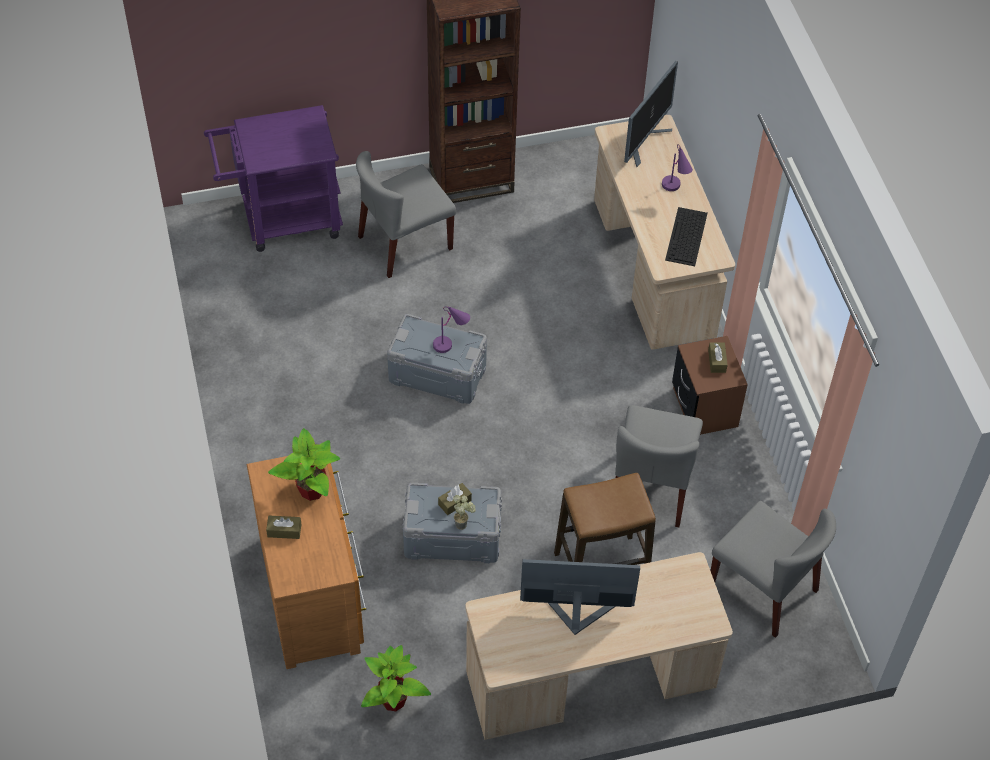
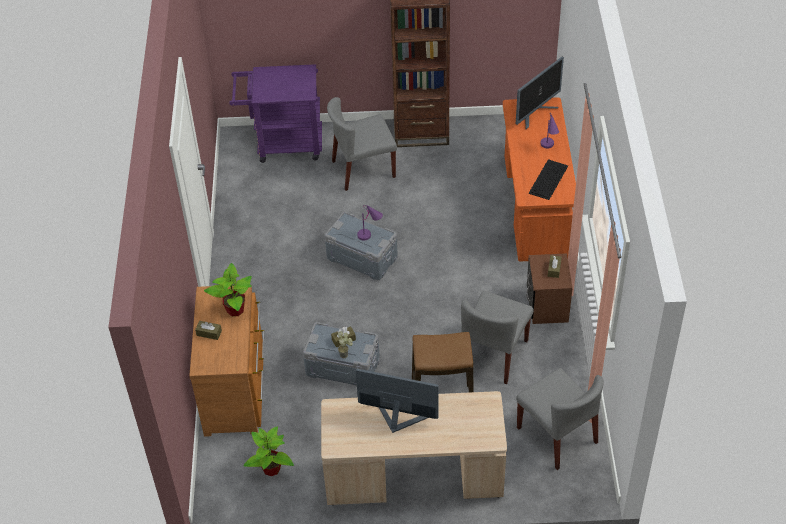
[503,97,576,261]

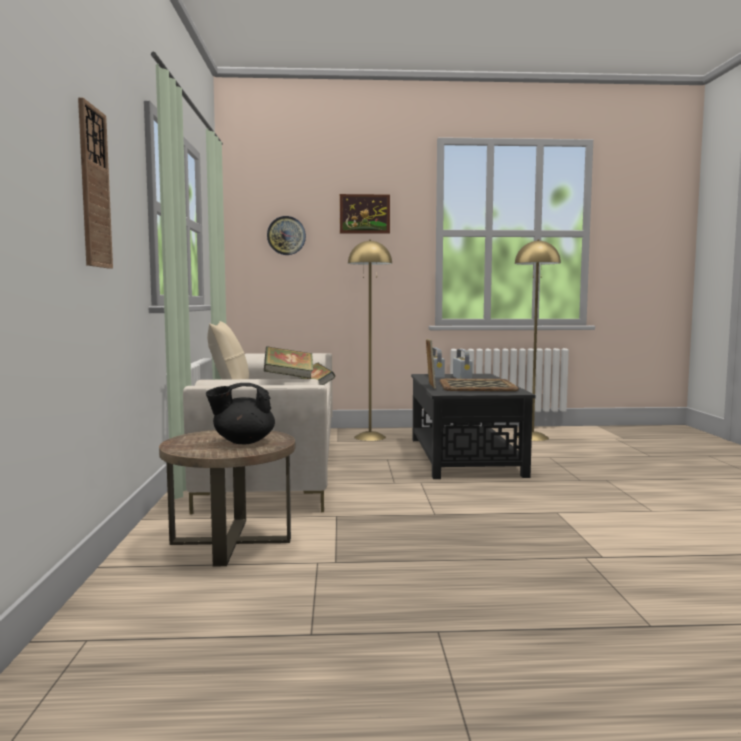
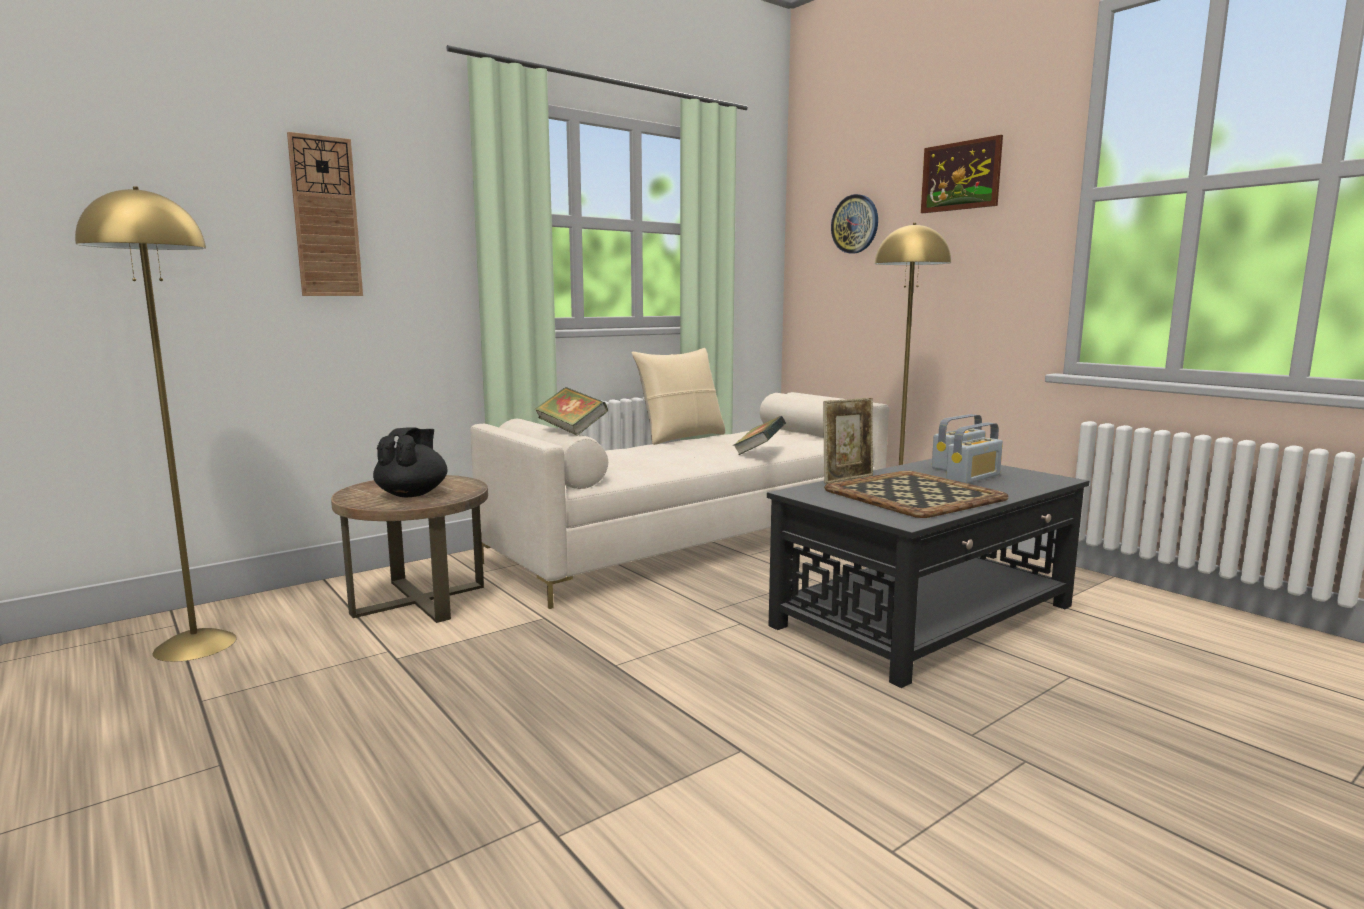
[373,428,447,497]
[75,186,237,662]

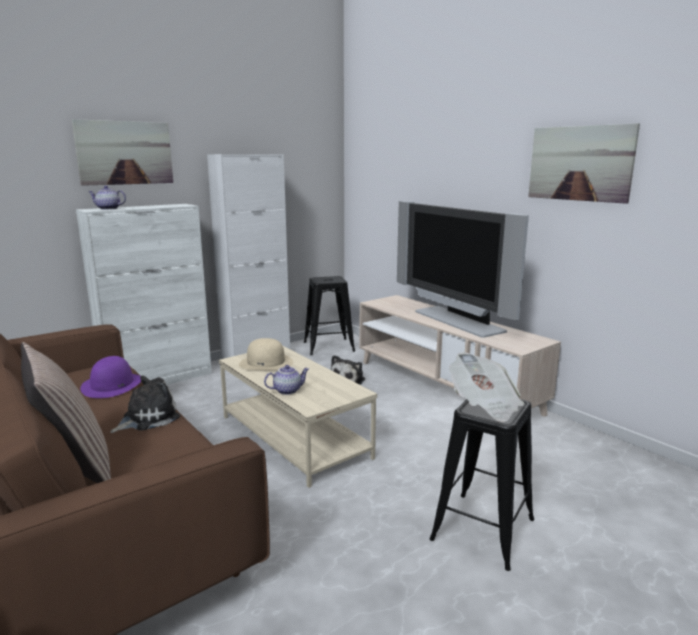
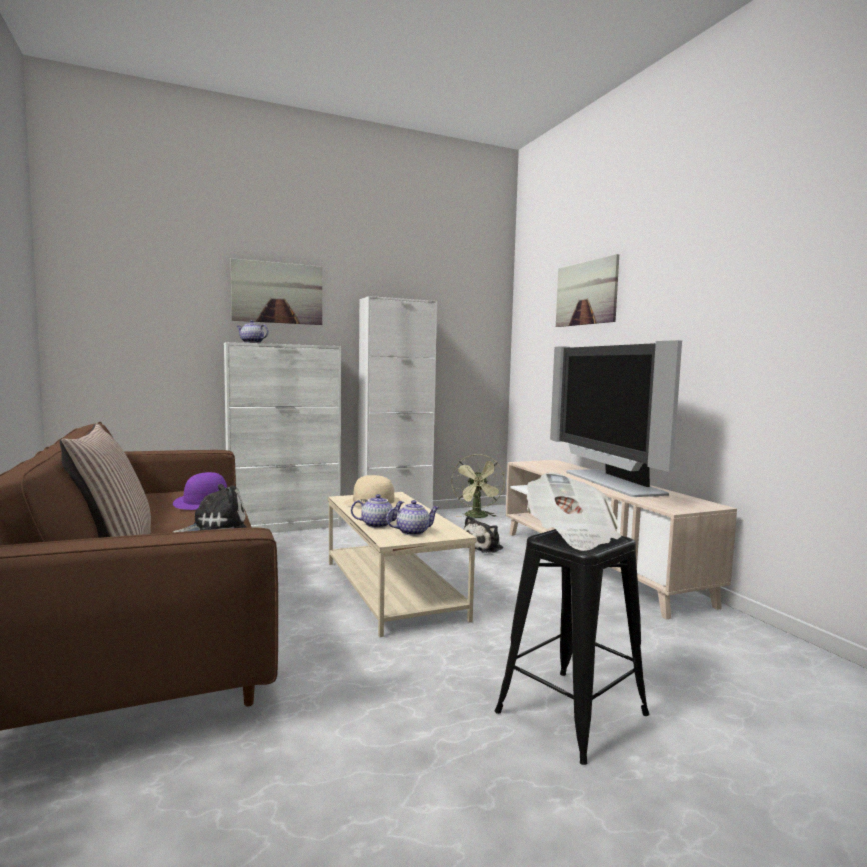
[451,454,505,518]
[556,254,619,327]
[386,500,440,536]

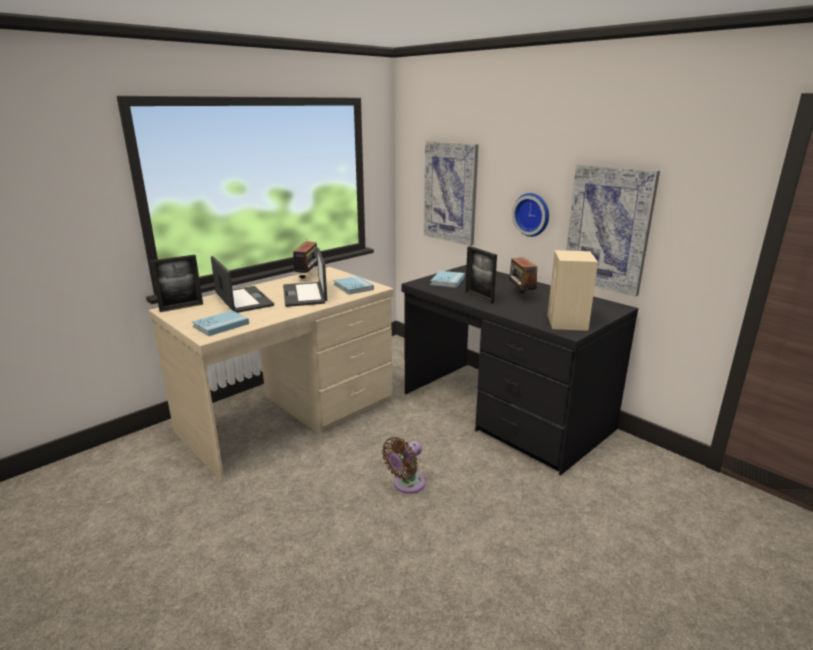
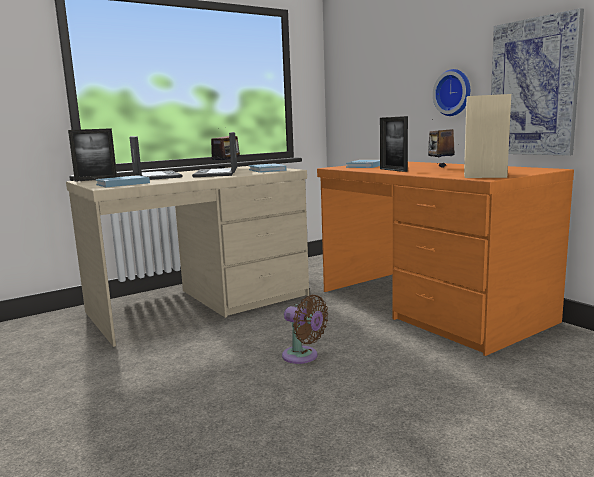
[282,295,328,364]
[317,162,574,356]
[424,141,479,246] (first image)

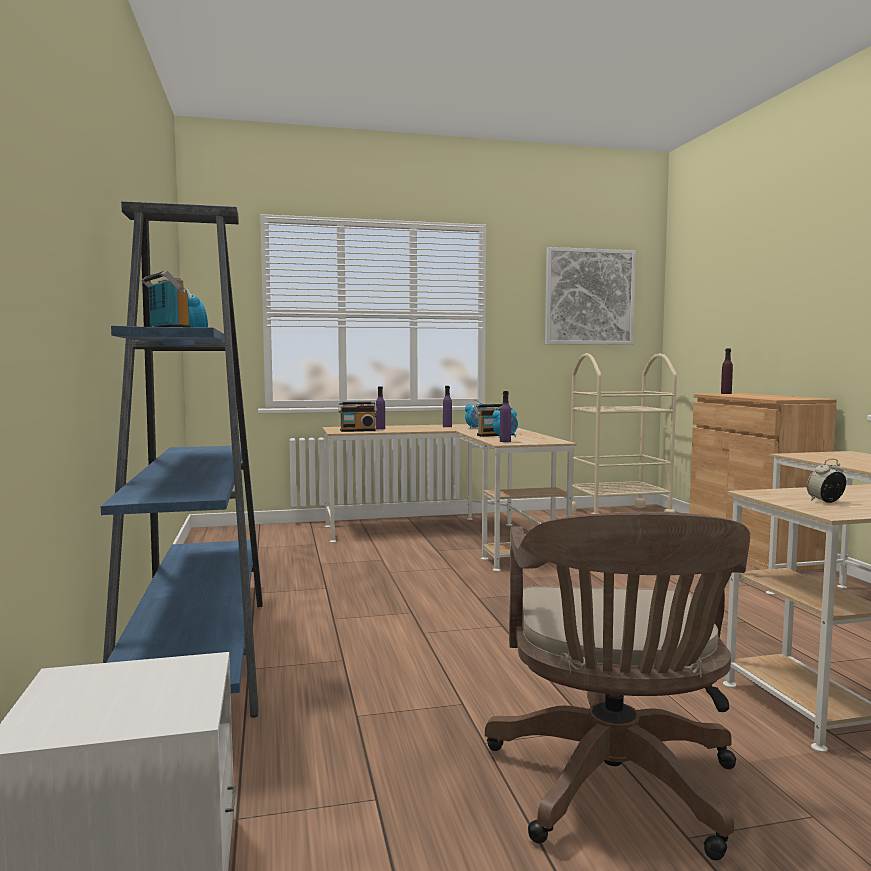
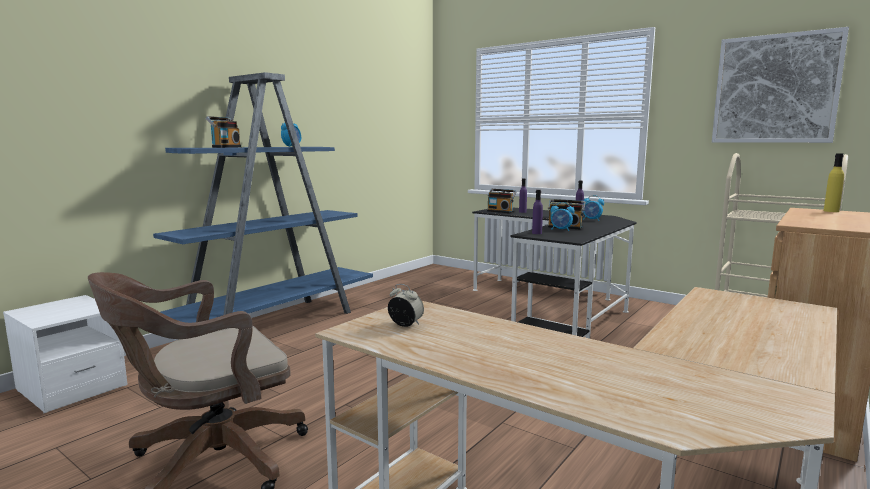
[472,208,637,339]
[824,153,844,212]

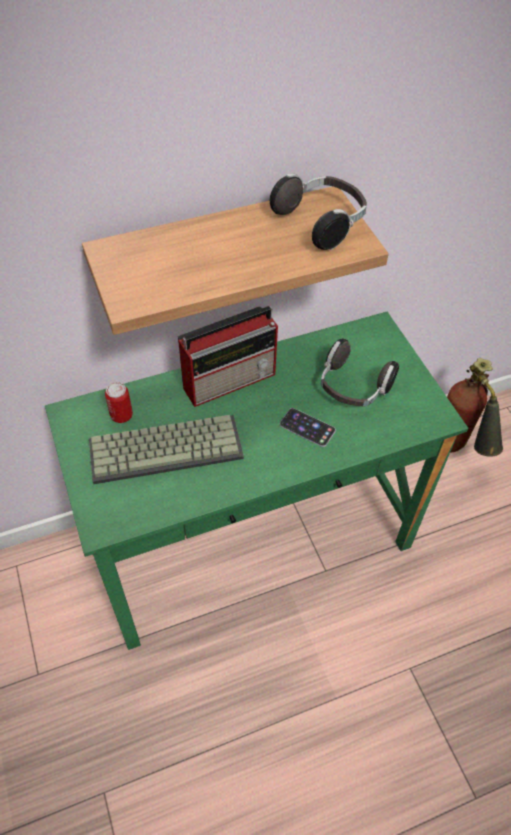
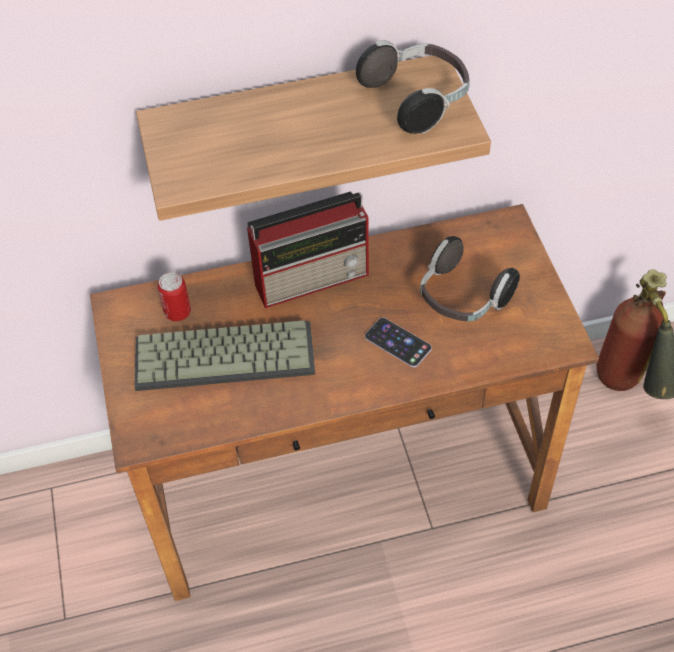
[90,204,599,601]

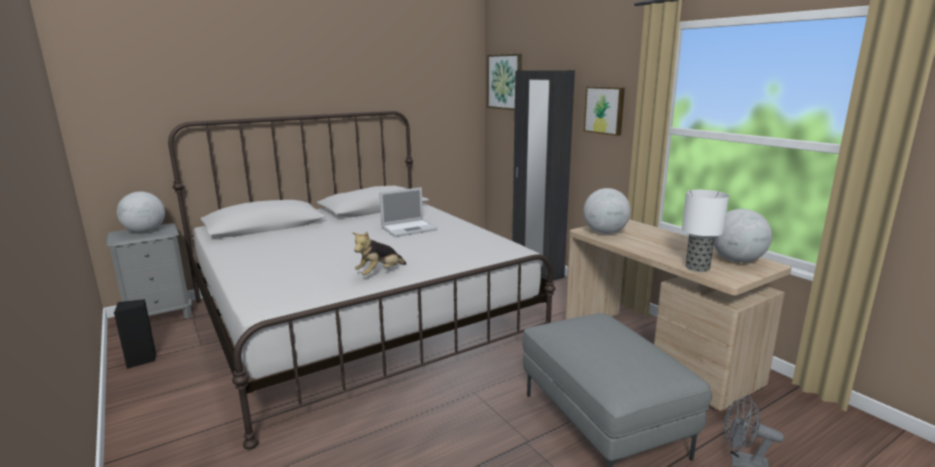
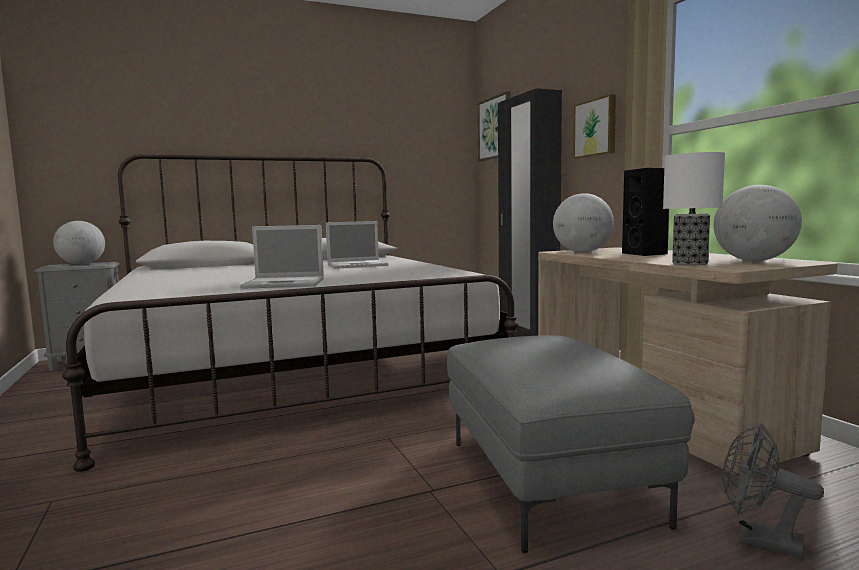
[622,168,669,256]
[240,225,324,289]

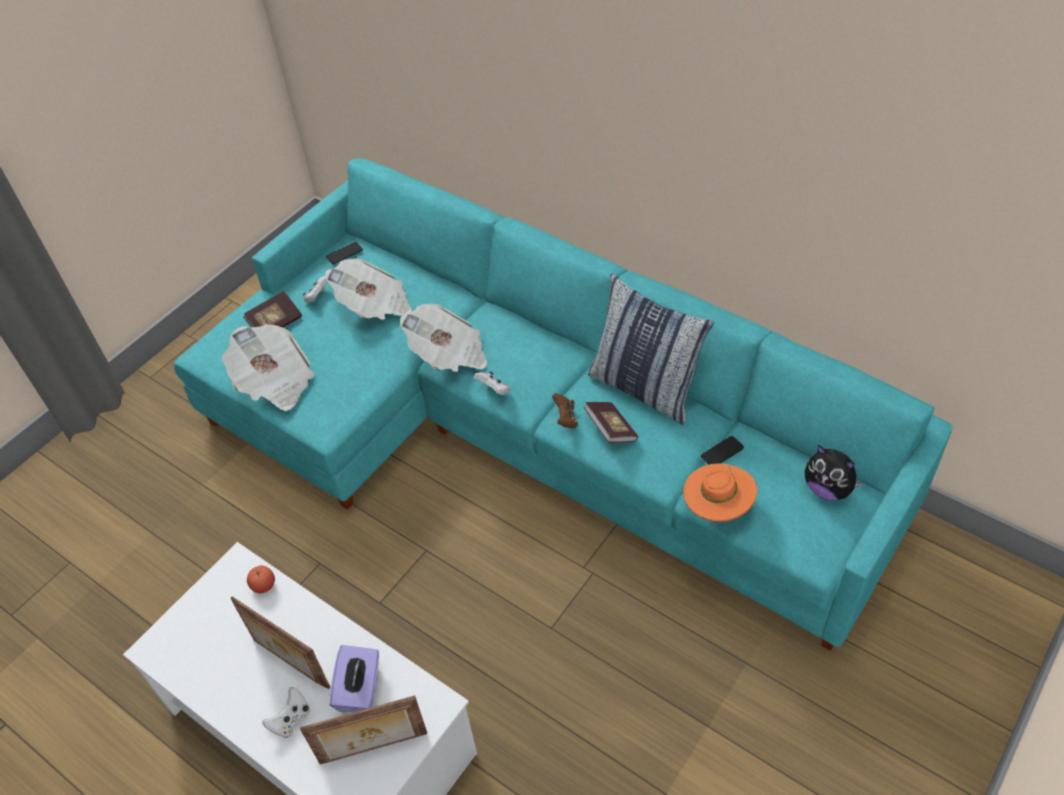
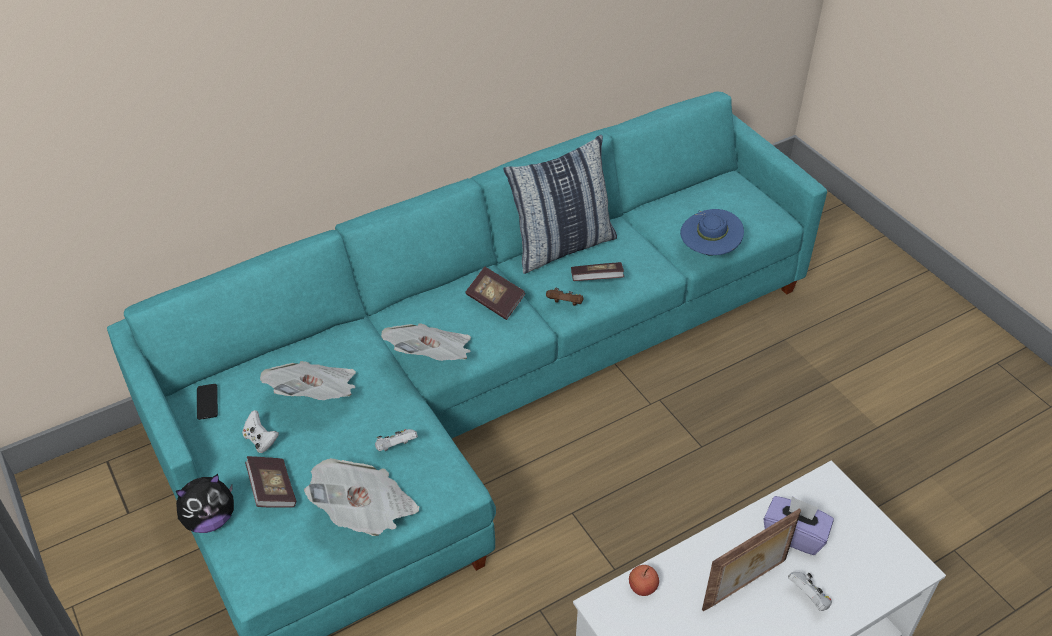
[300,695,427,764] (first image)
[375,429,418,451]
[680,209,744,256]
[701,436,744,464] (first image)
[176,474,234,533]
[465,267,526,320]

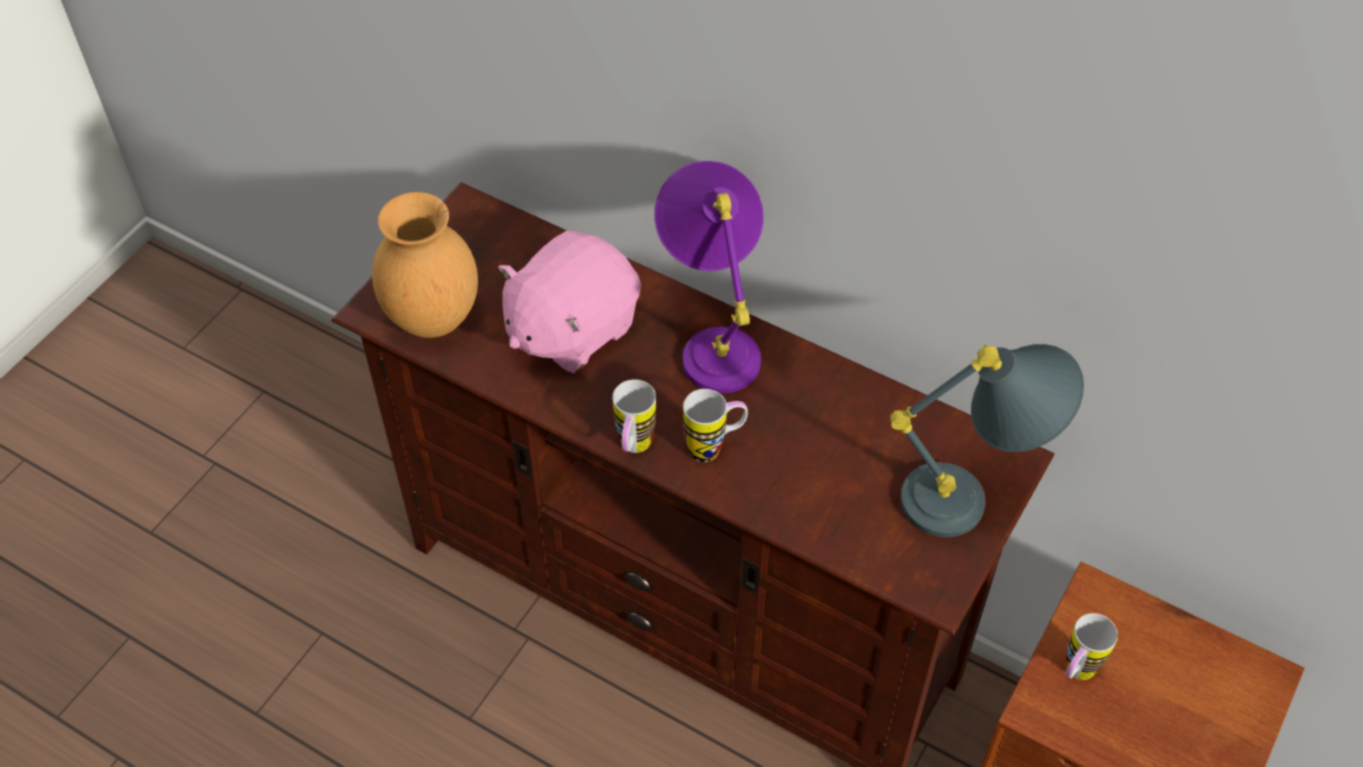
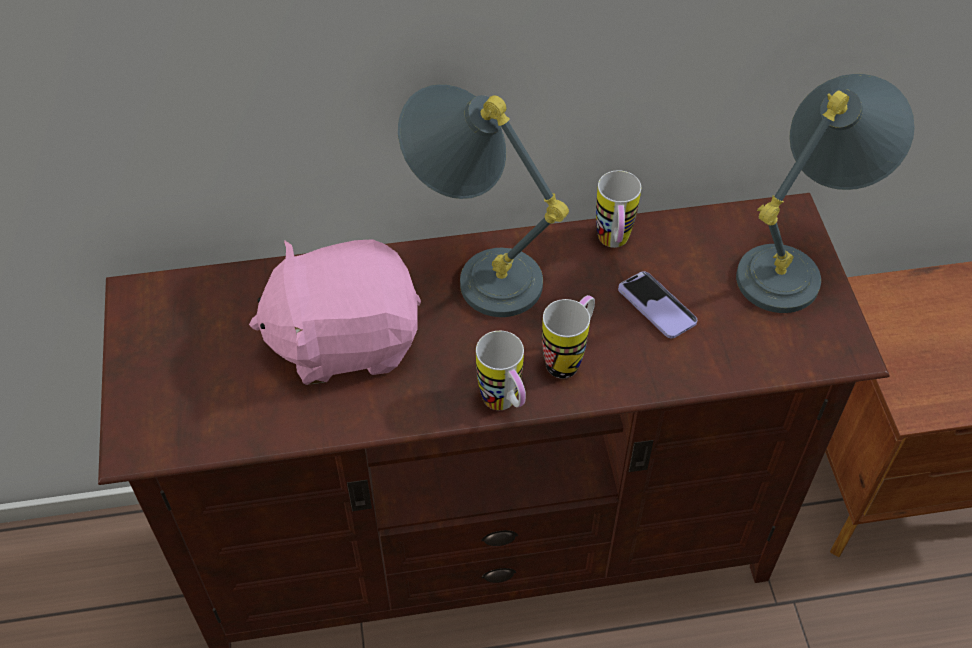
[372,192,478,338] (first image)
[249,239,421,385]
[398,84,569,317]
[596,170,641,248]
[618,271,697,338]

